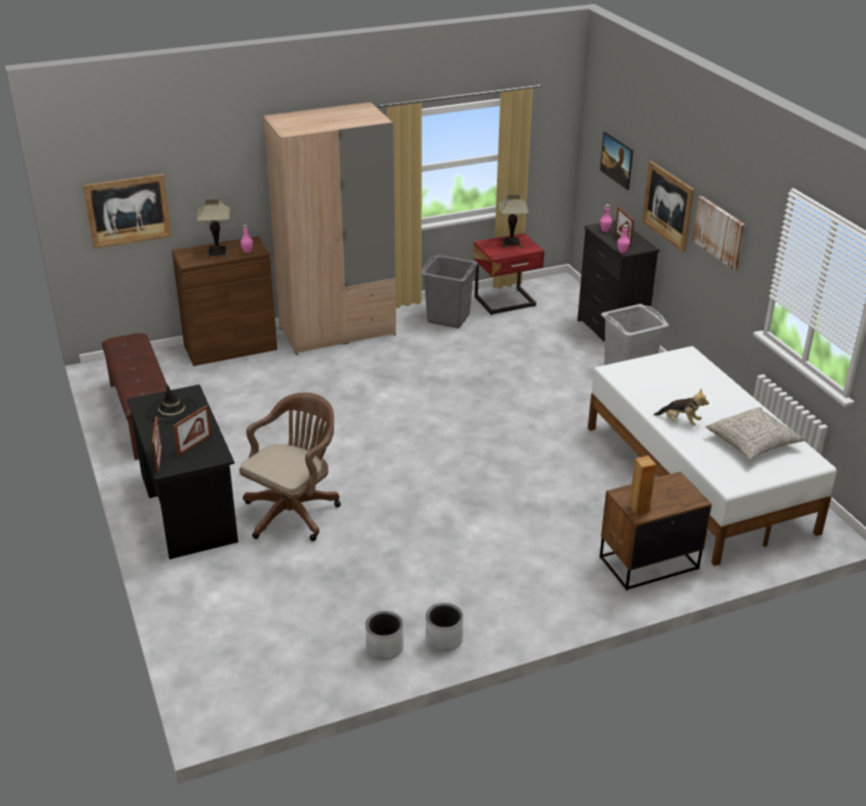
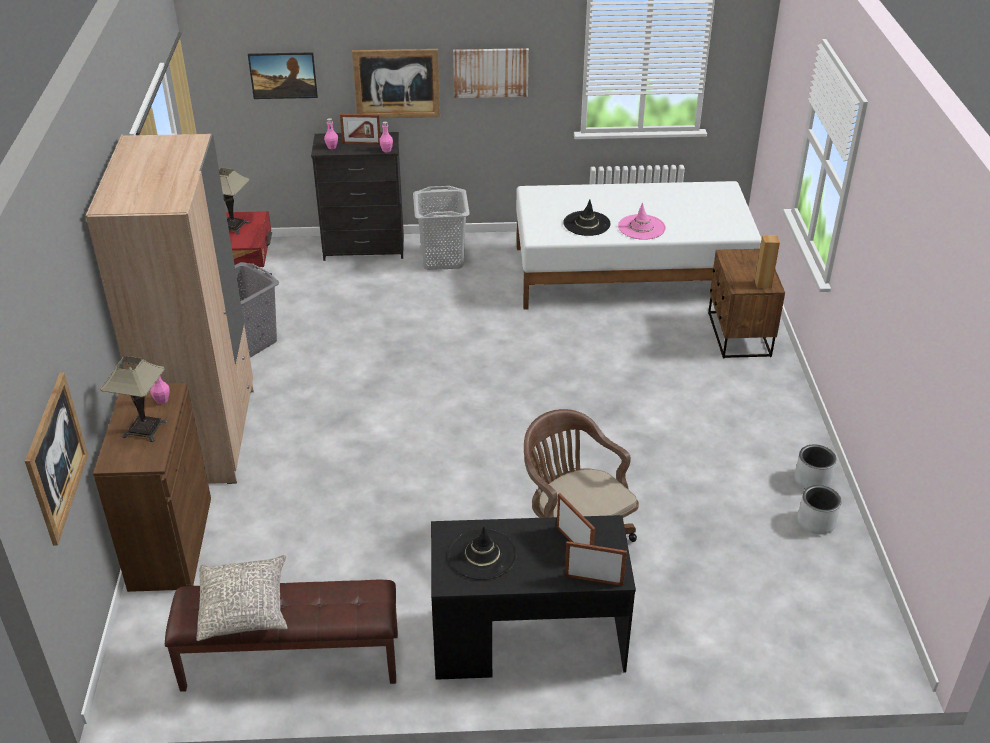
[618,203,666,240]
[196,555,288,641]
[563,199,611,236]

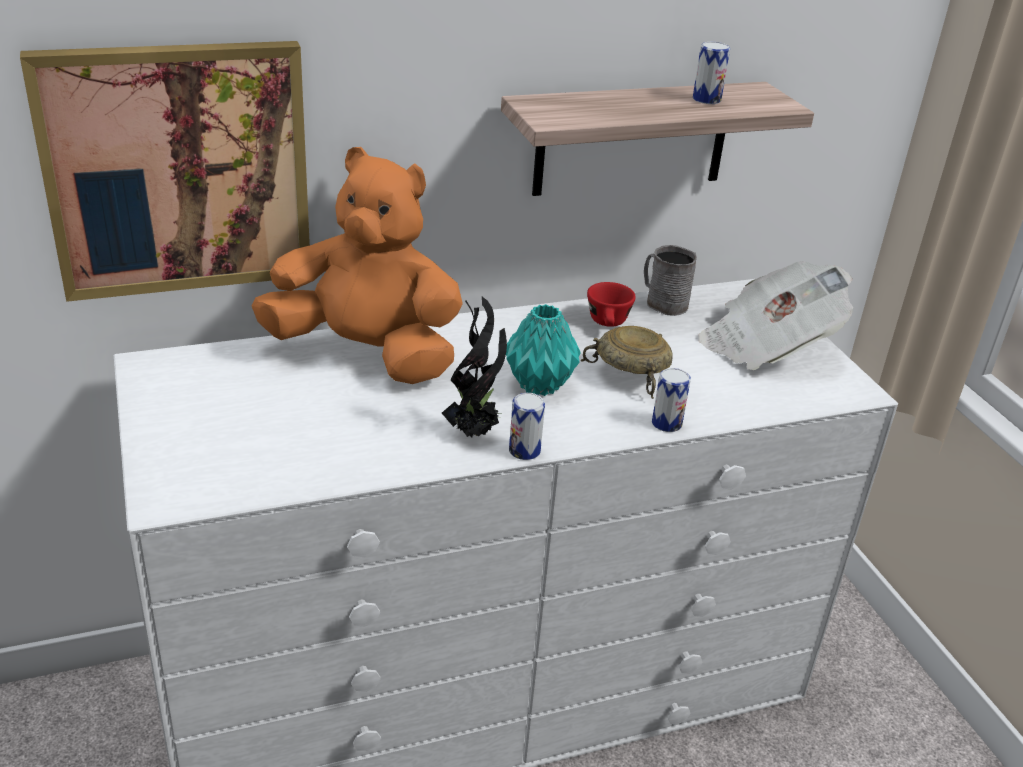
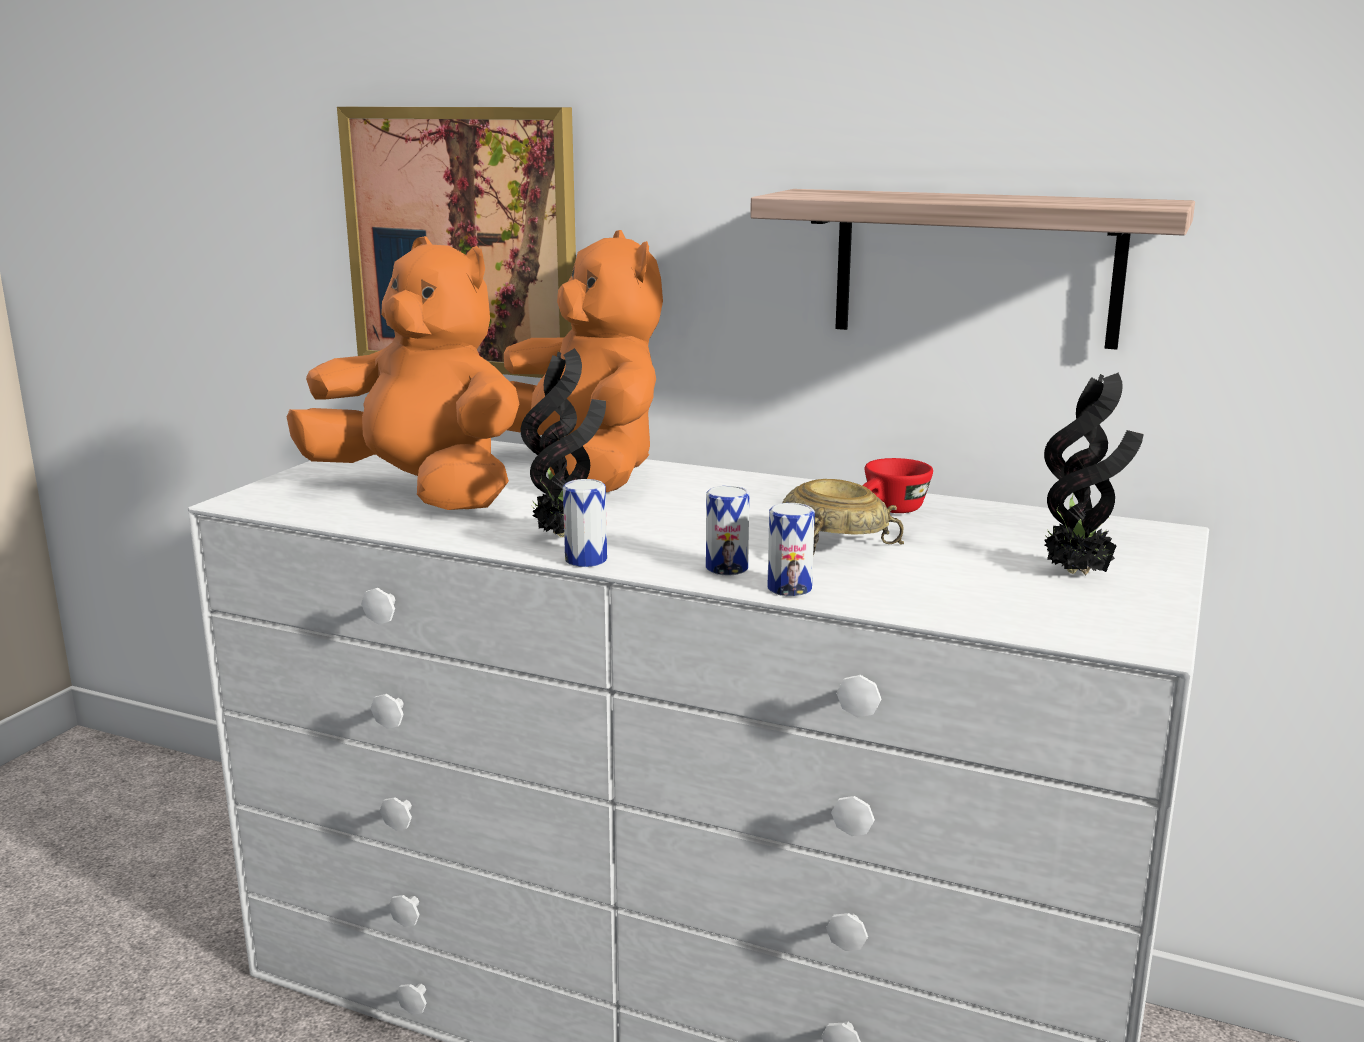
[506,304,581,396] (first image)
[644,245,697,316] (first image)
[706,486,749,575]
[1044,373,1144,575]
[287,236,519,510]

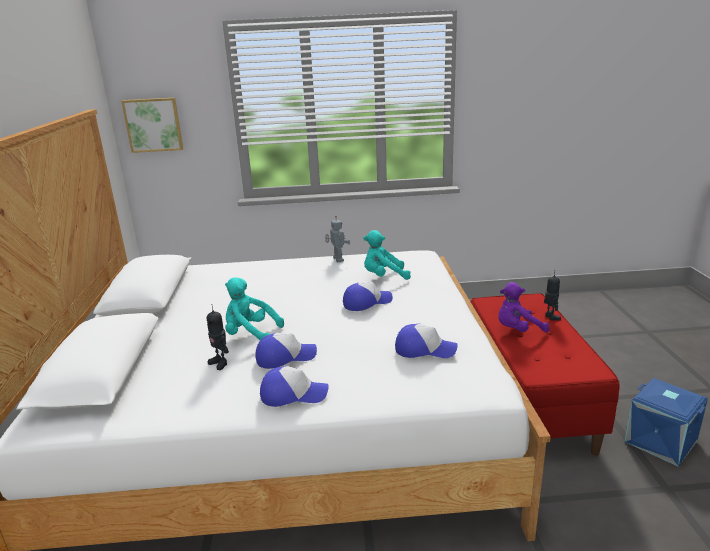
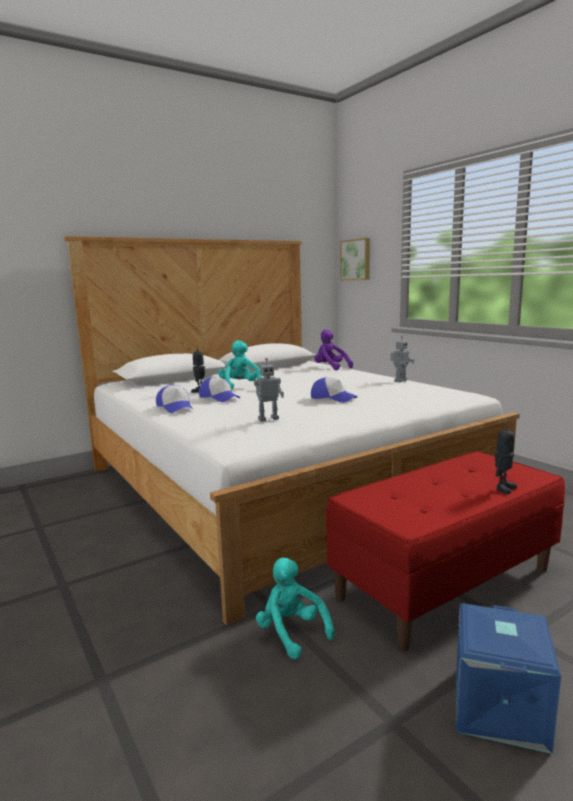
[256,558,335,659]
[254,358,284,421]
[314,329,353,370]

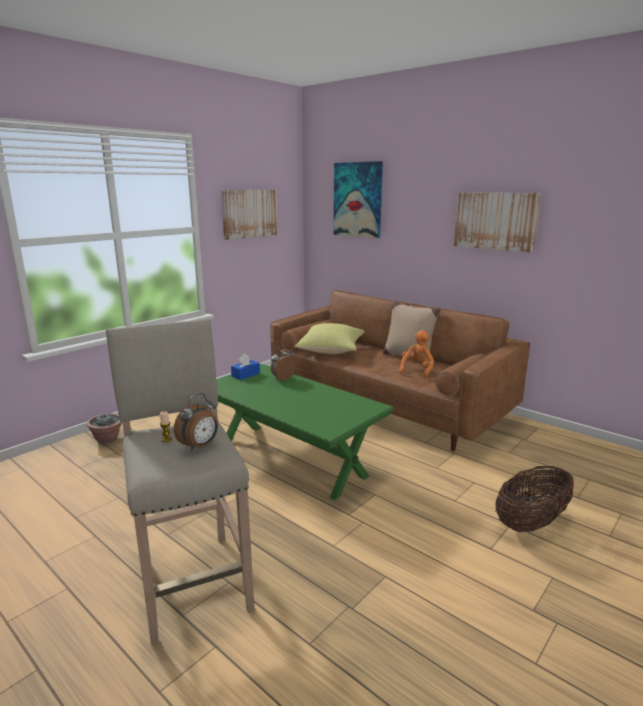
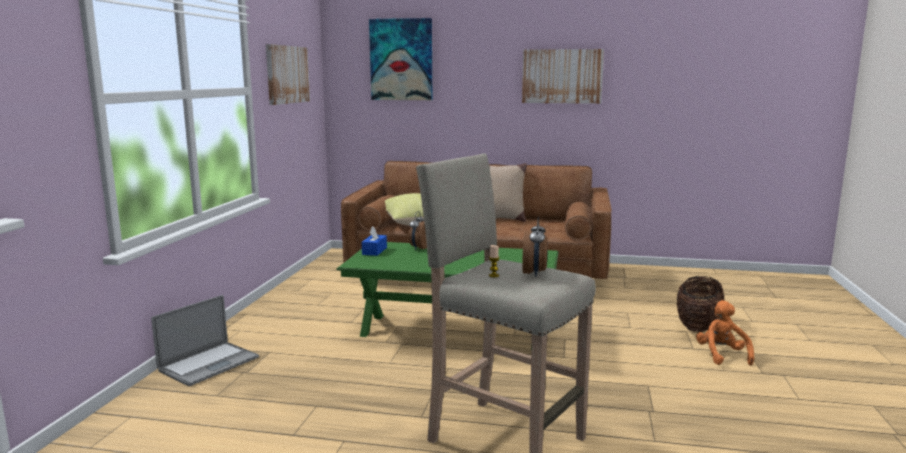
[151,295,259,386]
[696,300,754,365]

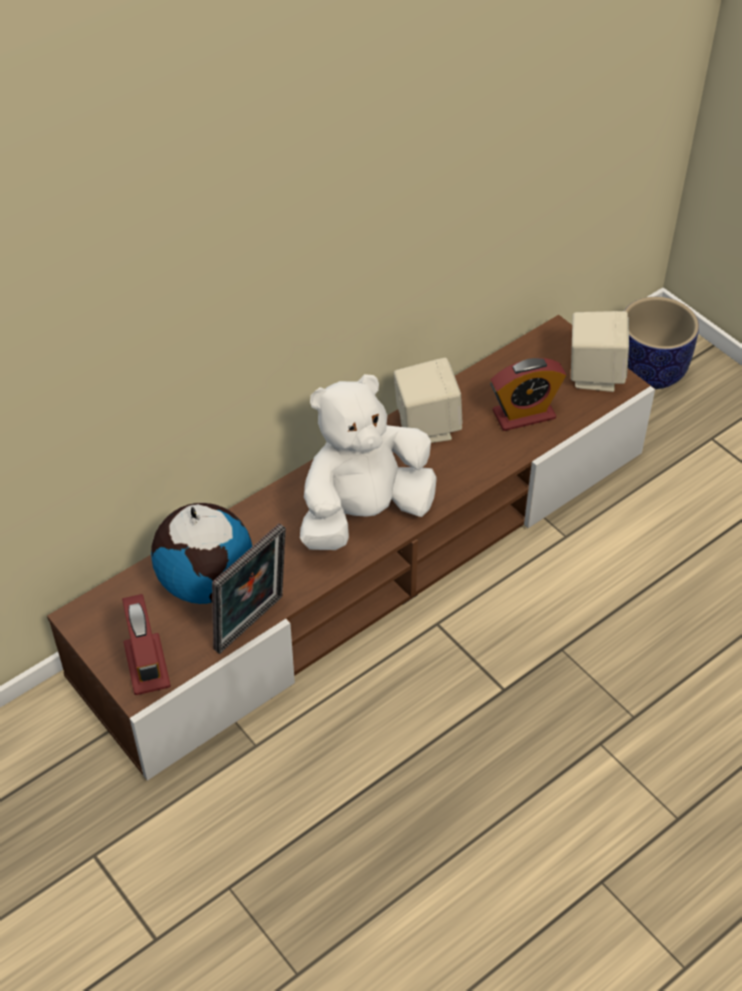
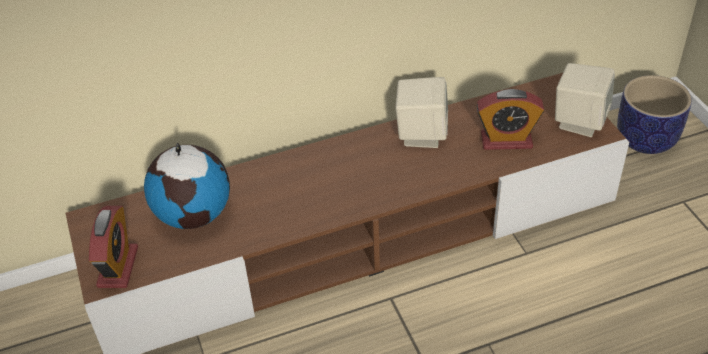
[212,523,286,654] (first image)
[300,374,437,550] (first image)

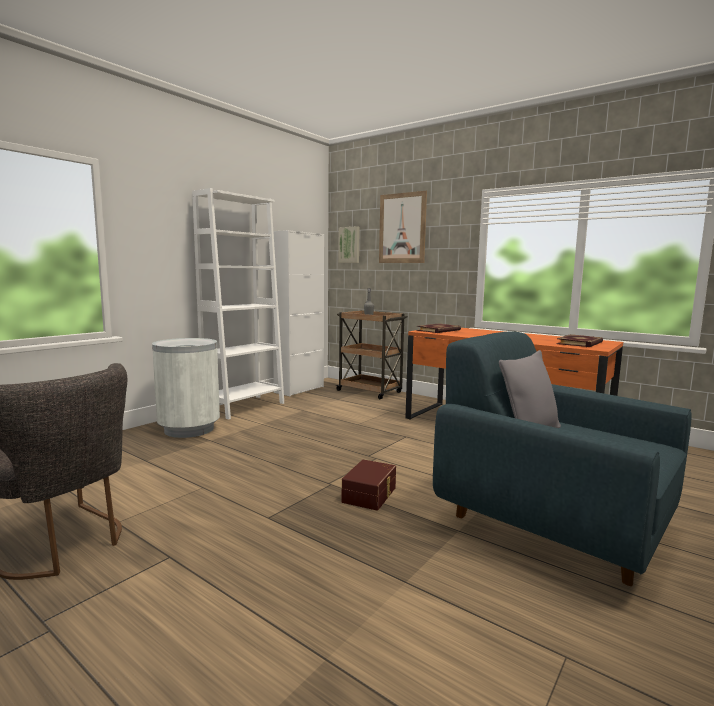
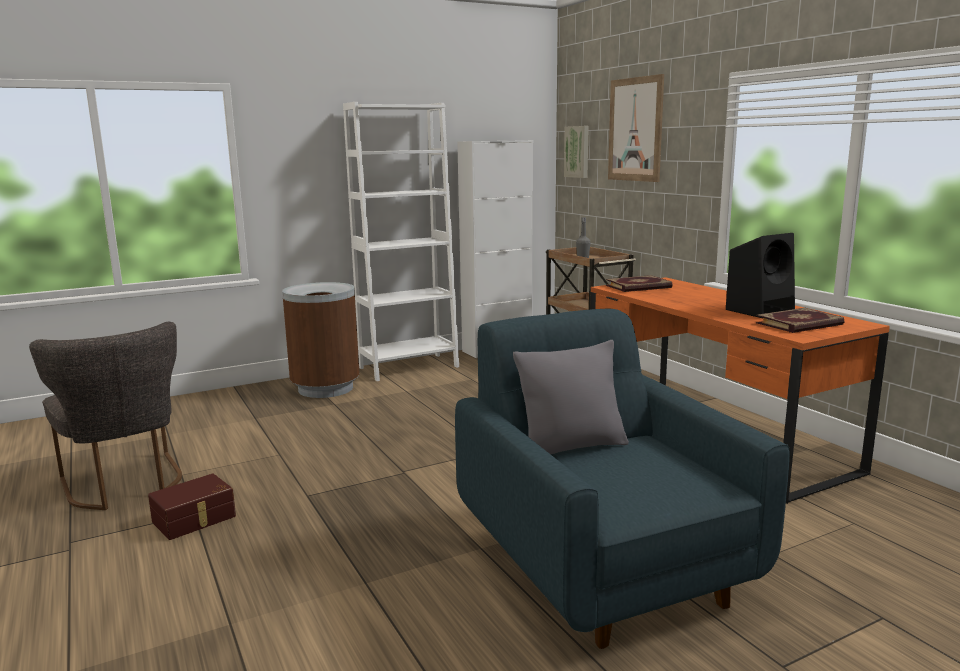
[282,282,360,398]
[148,474,236,540]
[726,233,795,318]

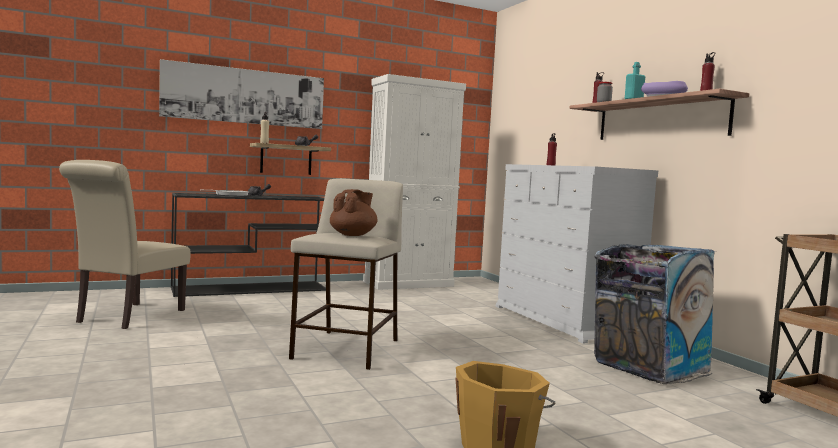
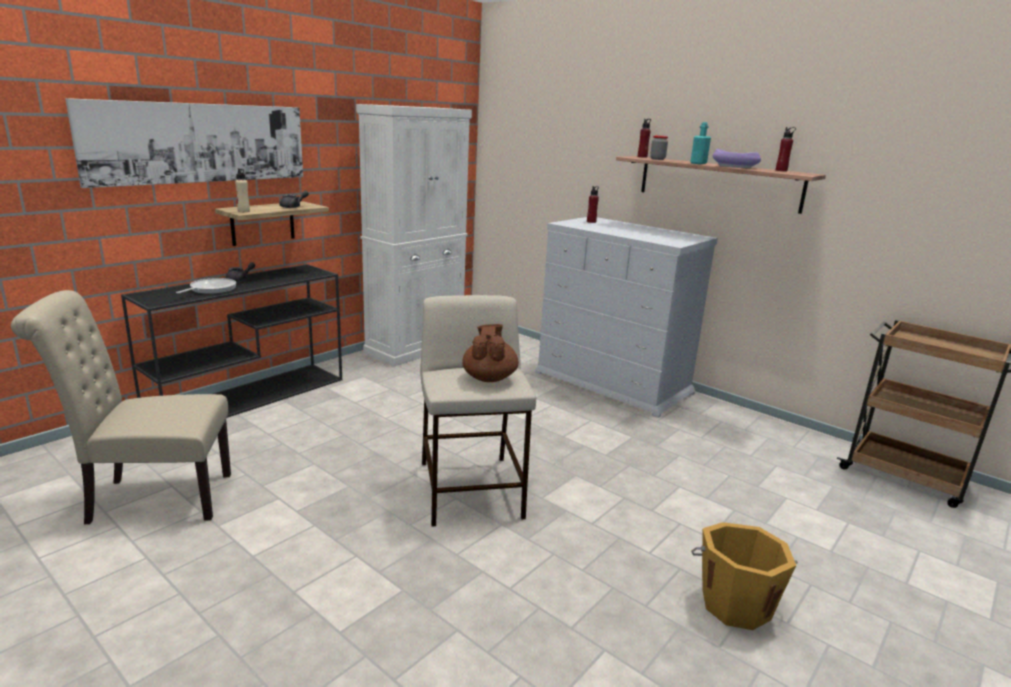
[11,290,231,524]
[594,244,716,384] (first image)

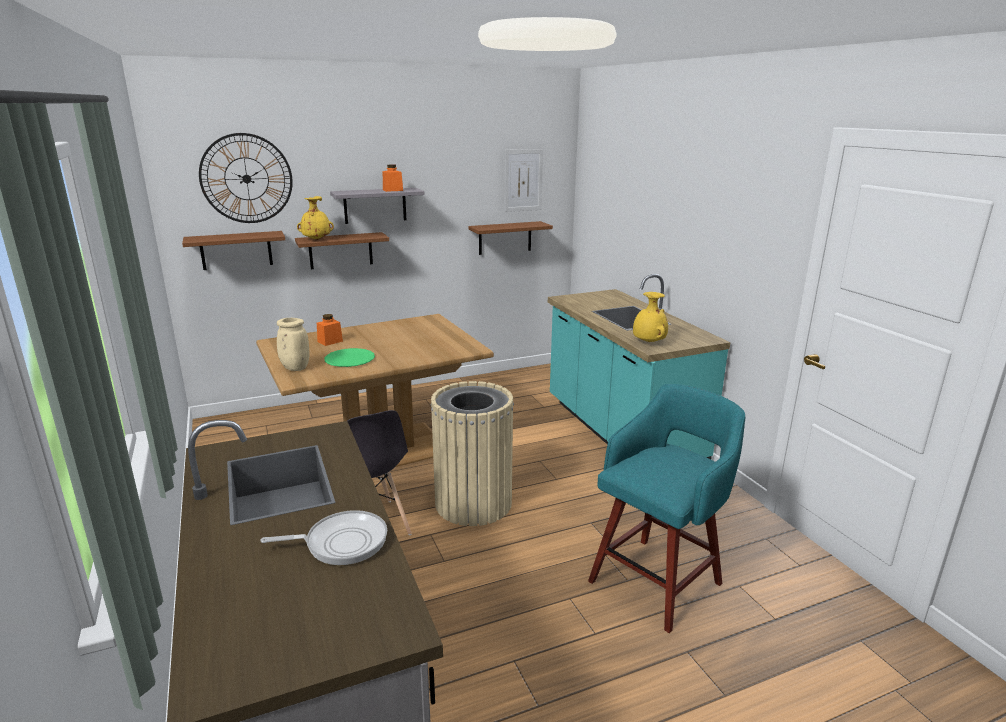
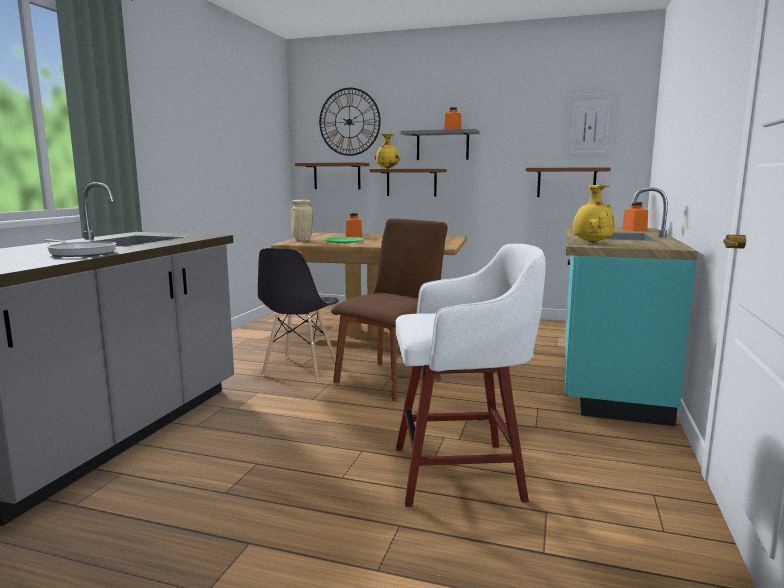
[331,219,448,401]
[396,244,546,507]
[622,202,648,231]

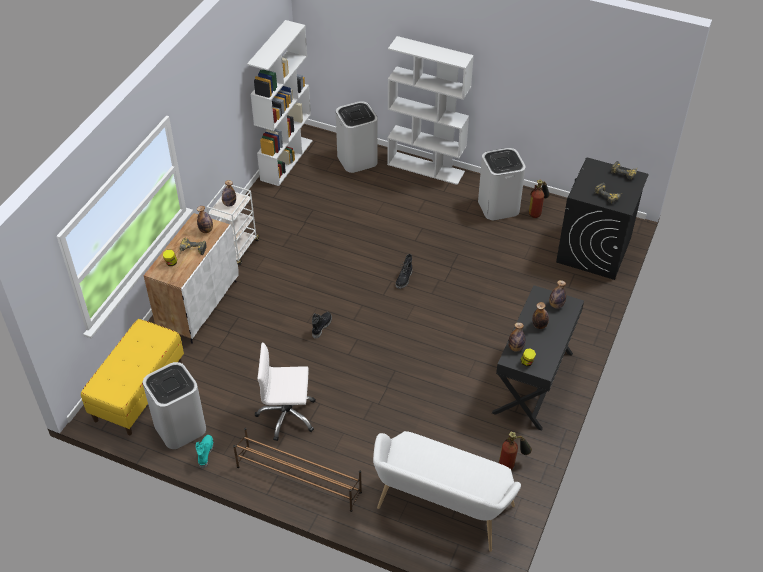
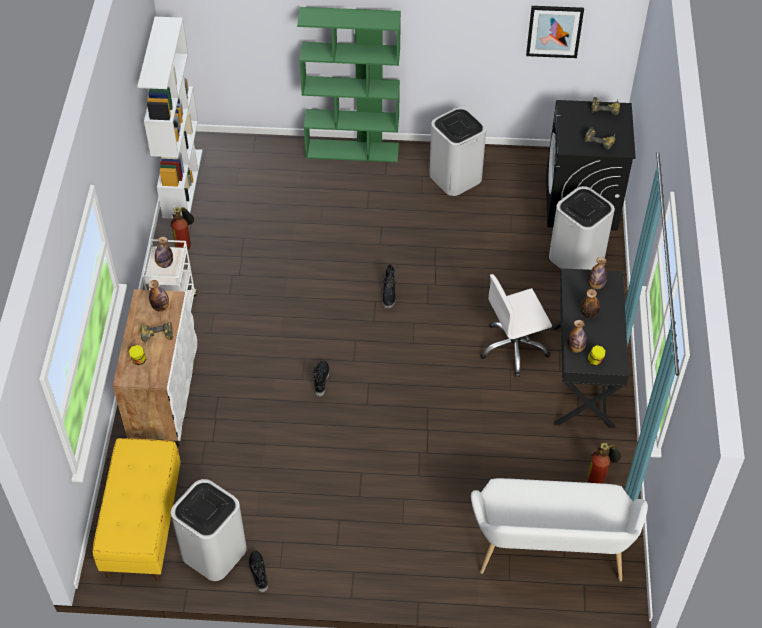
[249,550,268,592]
[233,428,362,512] (first image)
[480,274,552,377]
[549,186,615,270]
[297,7,401,162]
[171,207,194,249]
[526,6,584,58]

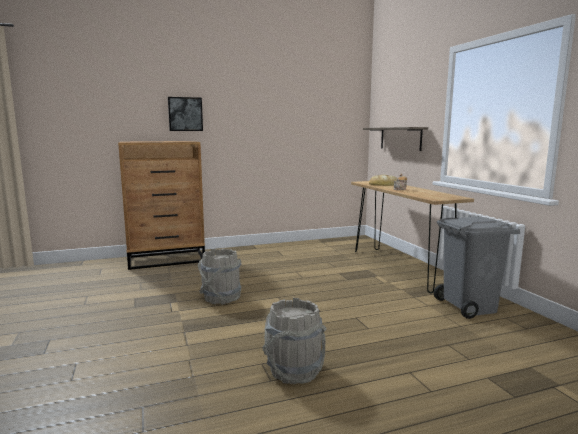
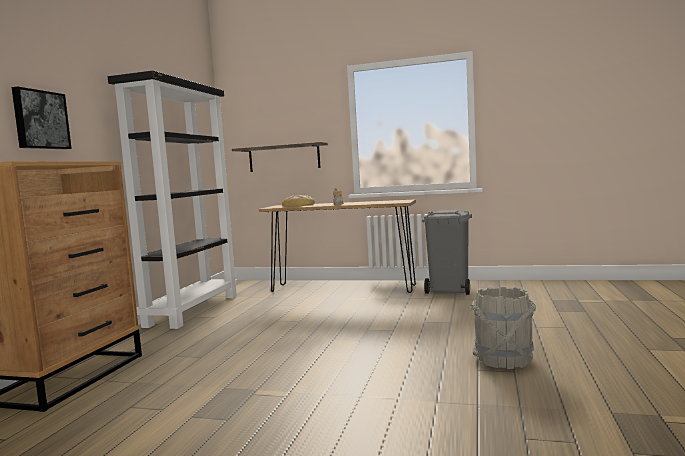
[198,249,242,305] (first image)
[108,71,238,329]

